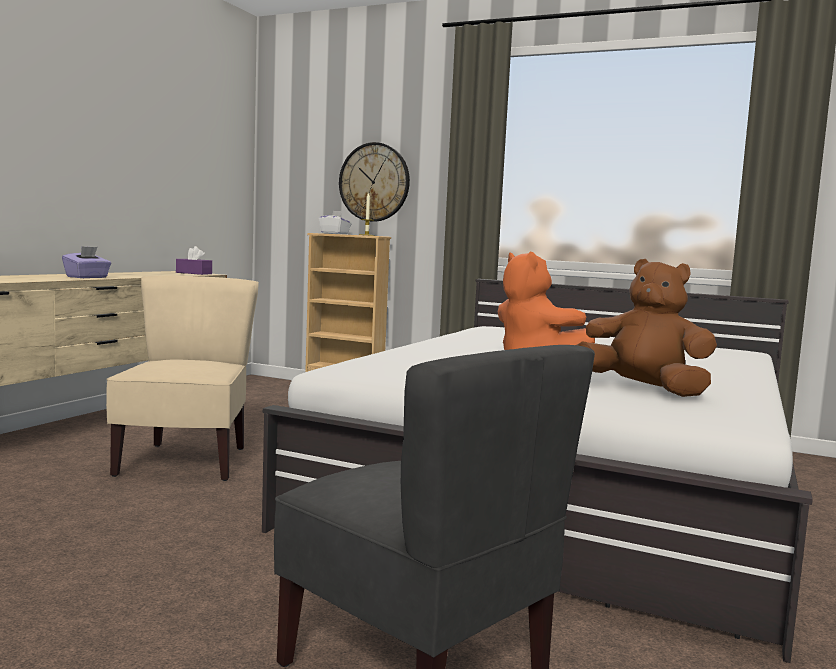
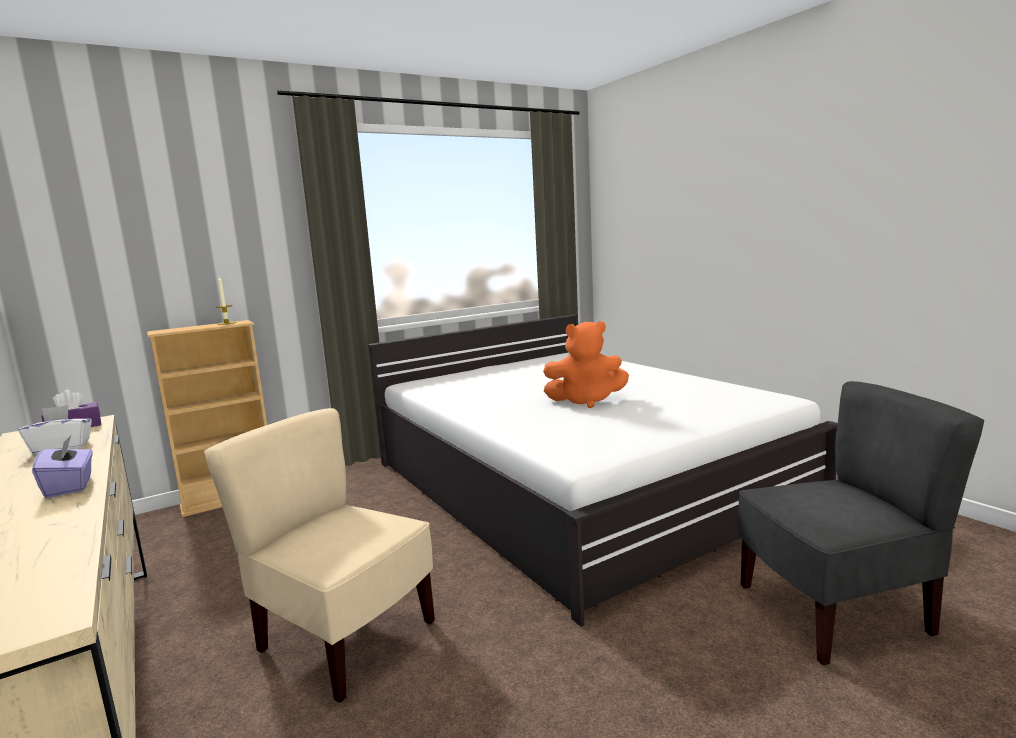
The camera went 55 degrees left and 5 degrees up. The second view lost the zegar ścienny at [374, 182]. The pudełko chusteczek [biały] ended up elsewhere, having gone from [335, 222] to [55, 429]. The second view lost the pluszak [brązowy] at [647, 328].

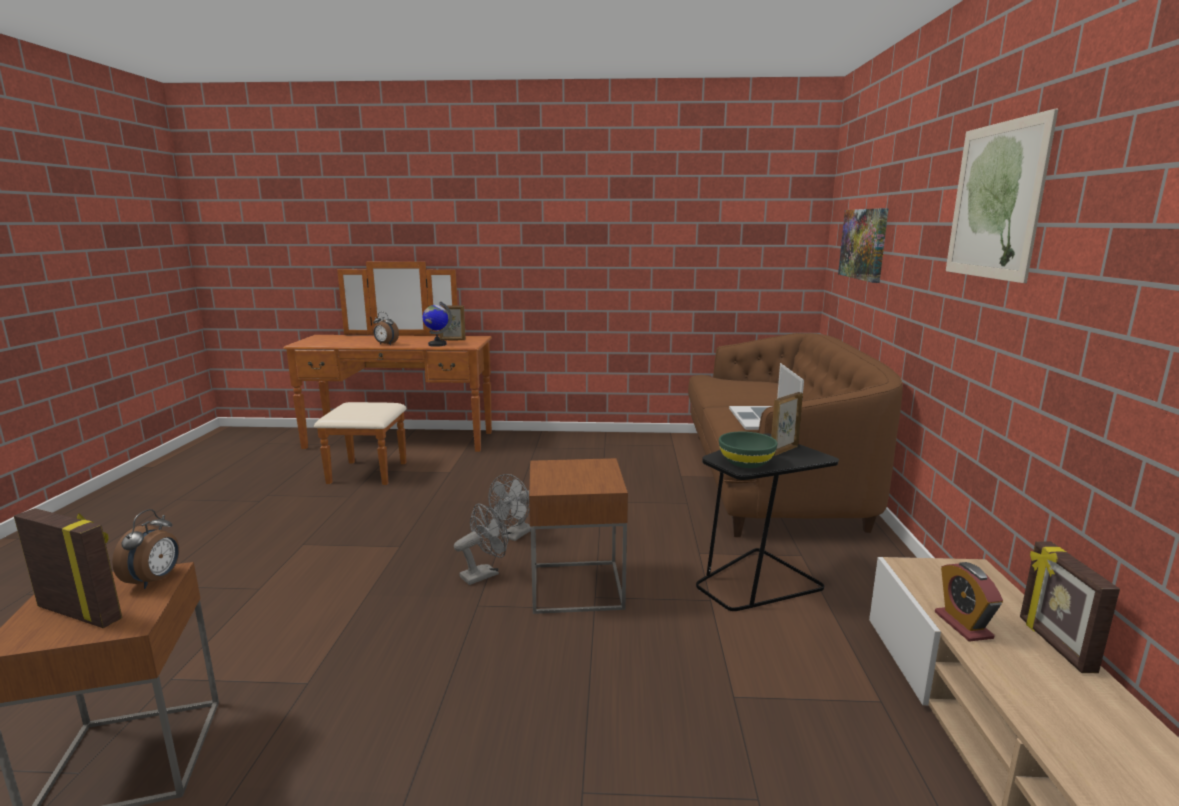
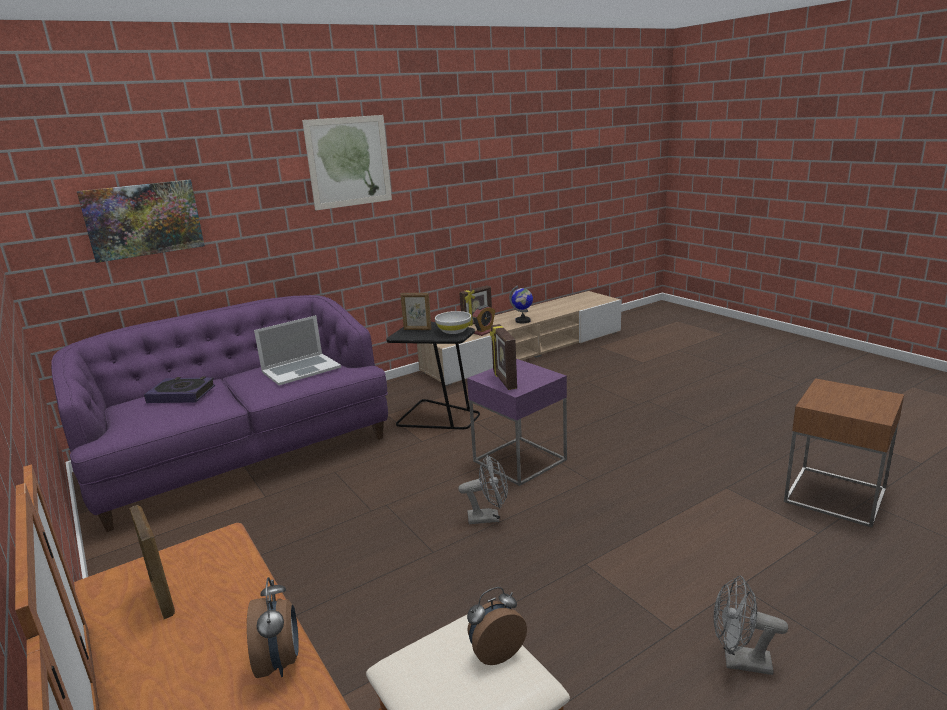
The camera went 125 degrees left and 5 degrees up. The globus ended up elsewhere, having gone from [437, 324] to [521, 304]. What was the kanapa [brązowy] at [795, 435] turned into the kanapa [fioletowy] at [219, 413]. What was the miska [zielony] at [748, 450] turned into the miska [biały] at [453, 322]. What was the stolik [brązowy] at [578, 536] turned into the stolik [fioletowy] at [517, 422]. The wentylator [szary] ended up elsewhere, having gone from [481, 544] to [751, 625]. The ramka na zdjęcie ended up elsewhere, having gone from [68, 568] to [503, 357]. The budzik ended up elsewhere, having gone from [145, 549] to [497, 626]. The second view gained the książka at [179, 389].

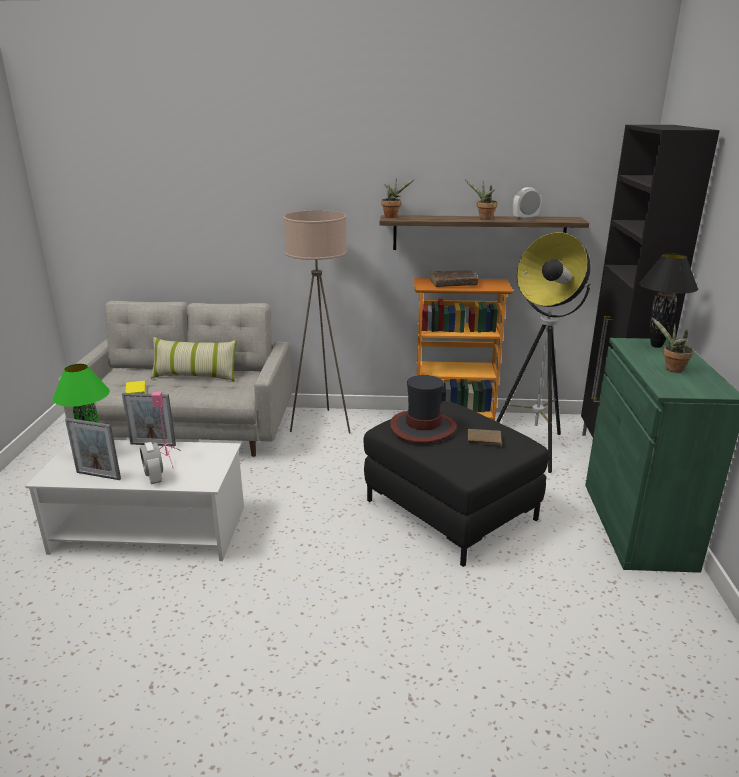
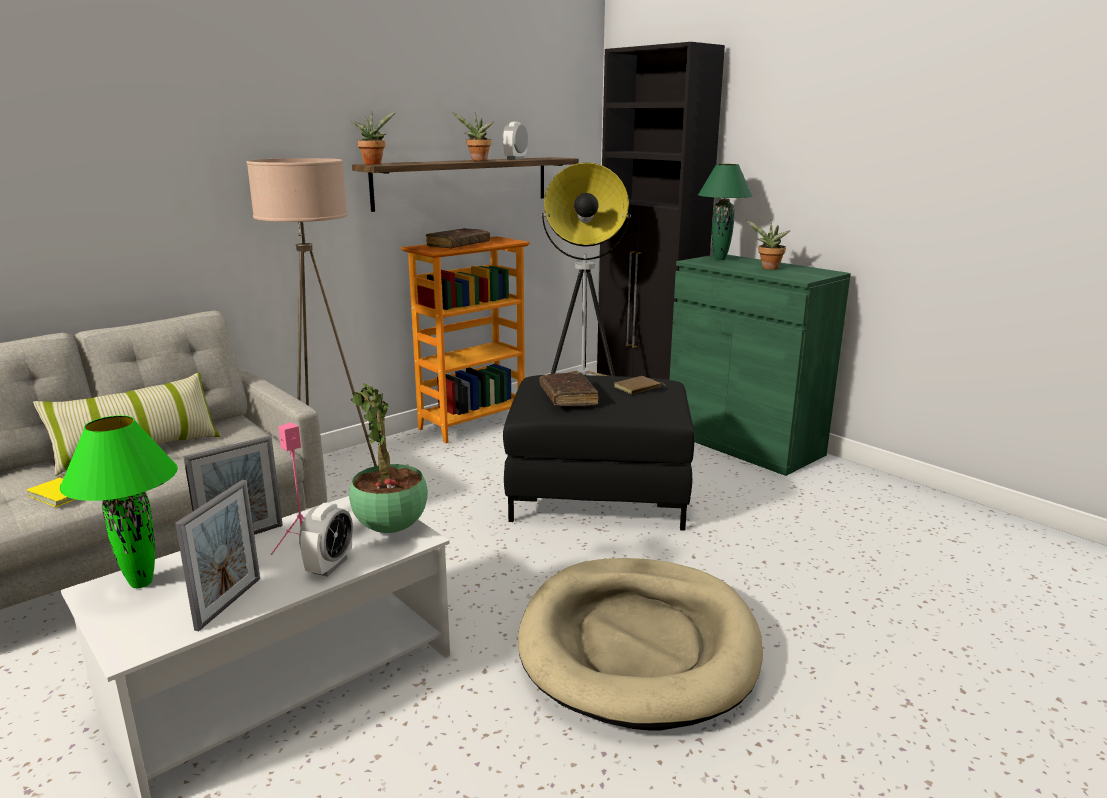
The camera went 45 degrees left and 5 degrees down. What was the lampa stołowa [czarny] at [668, 300] turned into the lampa stołowa [zielony] at [725, 212]. Where the kapelusz stood at [423, 409], the książka [brązowy] came to stand at [569, 389]. The ramka na zdjęcie at [93, 449] ended up facing another way, 45 degrees counterclockwise from before. The budzik at [151, 463] ended up facing another way, 90 degrees counterclockwise from before. The second view gained the roślina doniczkowa at [388, 458]. The second view gained the legowisko [beżowy] at [640, 644].

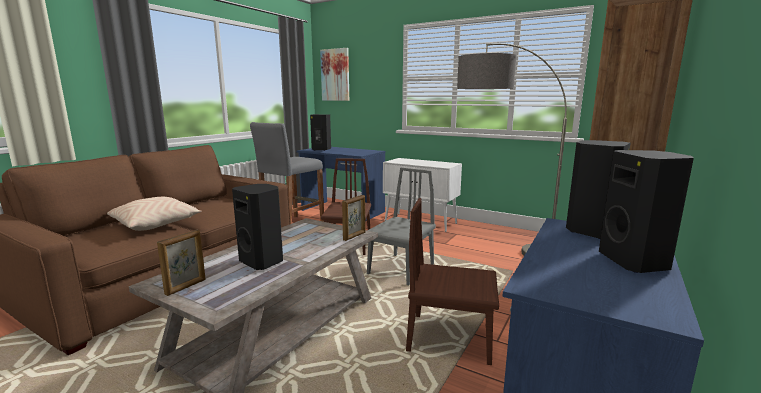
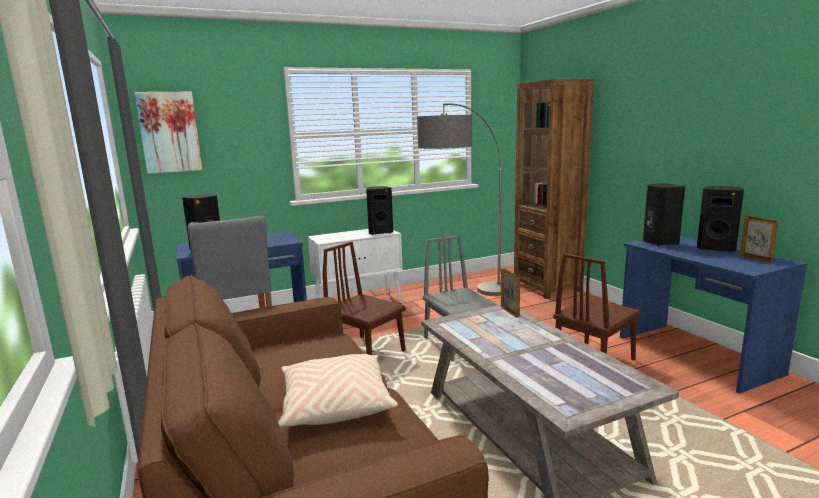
The camera went 55 degrees left and 0 degrees up. The głośnik [czarny] ended up elsewhere, having gone from [257, 227] to [379, 210]. The ramka na zdjęcie ended up elsewhere, having gone from [181, 263] to [759, 239].

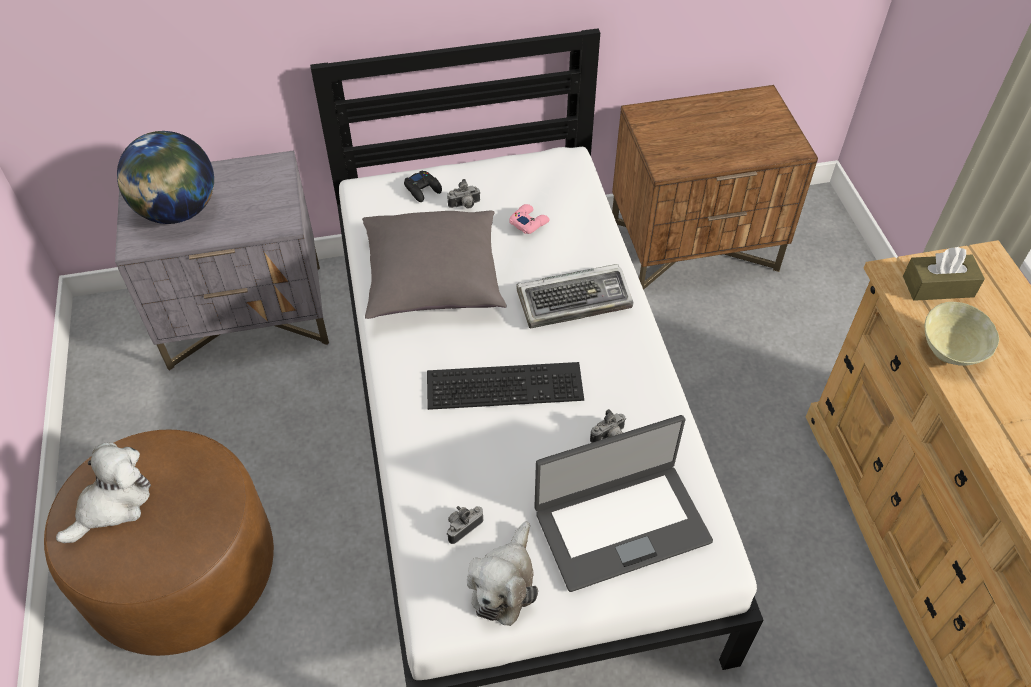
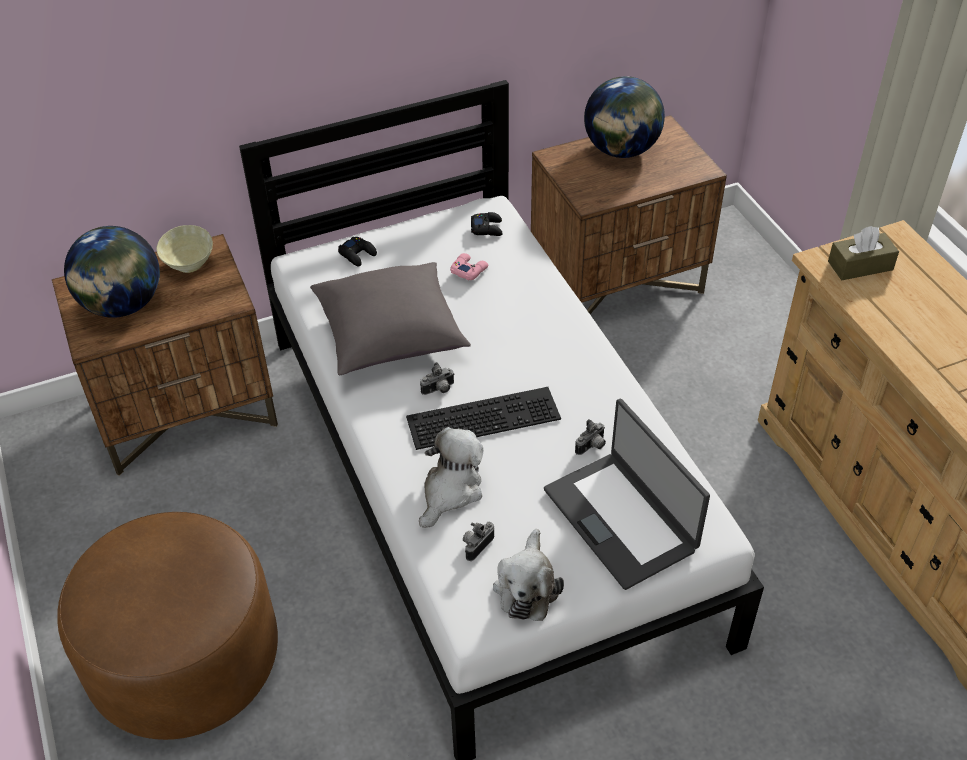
The camera went 10 degrees left and 5 degrees down. What was the szafka nocna [szary] at [222, 260] turned into the szafka nocna [brązowy] at [165, 355]. The aparat fotograficzny ended up elsewhere, having gone from [464, 193] to [437, 378]. The second view lost the klawiatura at [574, 296]. The miska [beżowy] ended up elsewhere, having gone from [962, 334] to [184, 249]. The laptop at [623, 503] ended up facing another way, 90 degrees clockwise from before. The pluszak ended up elsewhere, having gone from [103, 492] to [451, 477]. The second view gained the globus at [624, 117]. The second view gained the pad do gier [czarny] at [487, 224].

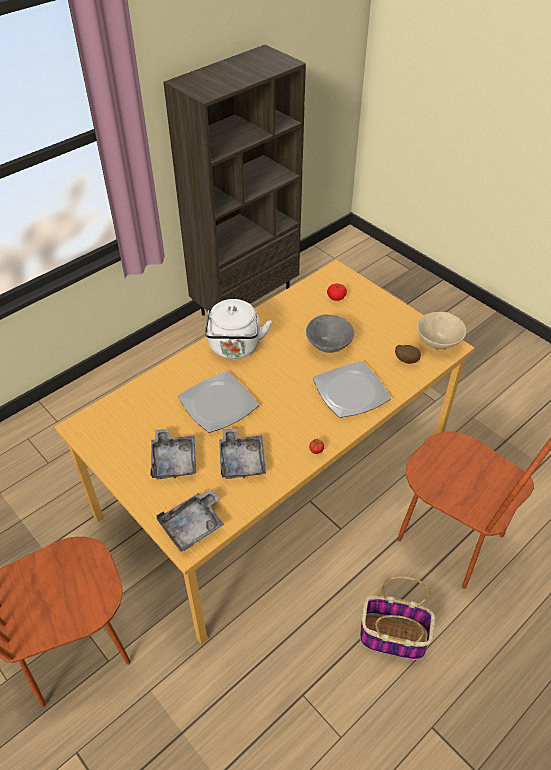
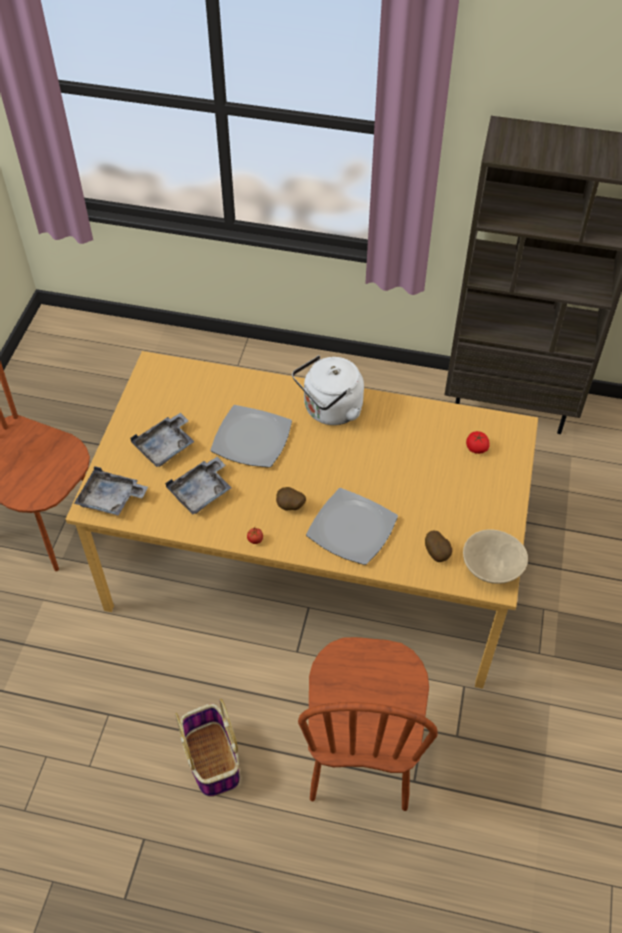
The camera went 55 degrees right and 5 degrees up. The second view lost the miska [szary] at [330, 334]. The second view gained the ziemniak at [291, 498].

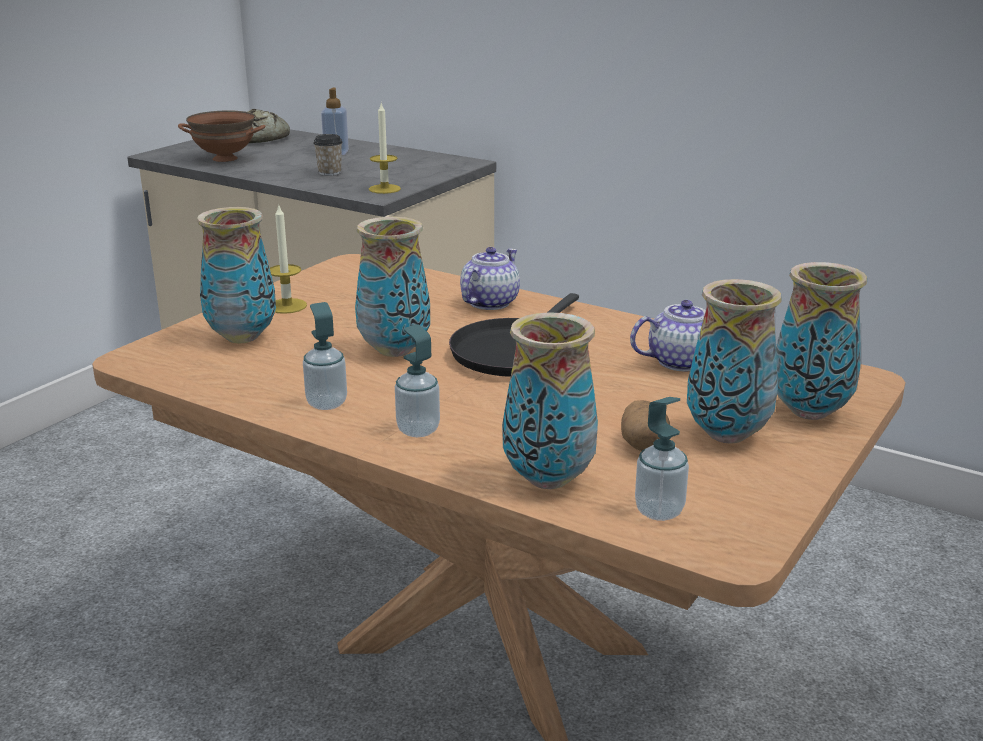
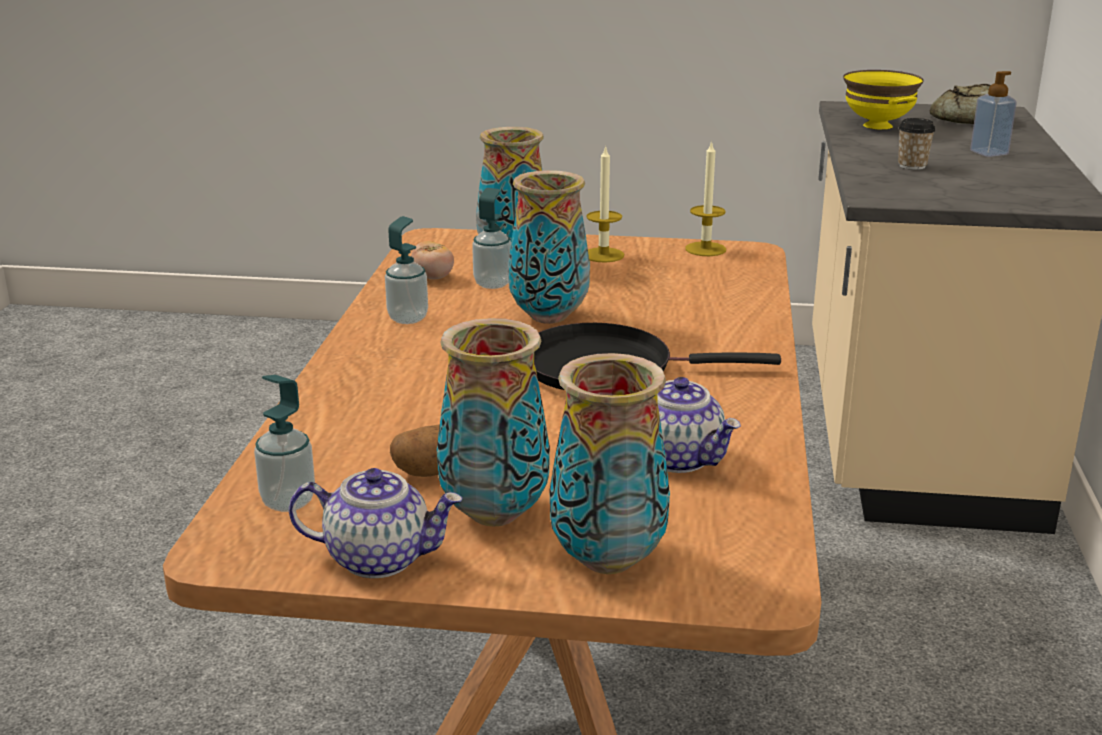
The camera went 65 degrees right and 0 degrees up. The świeca ended up elsewhere, having gone from [385, 148] to [705, 198]. What was the miska [brązowy] at [222, 136] turned into the miska [żółty] at [883, 100]. The imbryk ended up elsewhere, having gone from [490, 278] to [376, 523]. The second view lost the wazon at [550, 400]. The dozownik mydła ended up elsewhere, having gone from [417, 380] to [491, 238]. The second view gained the pomidor at [432, 260].

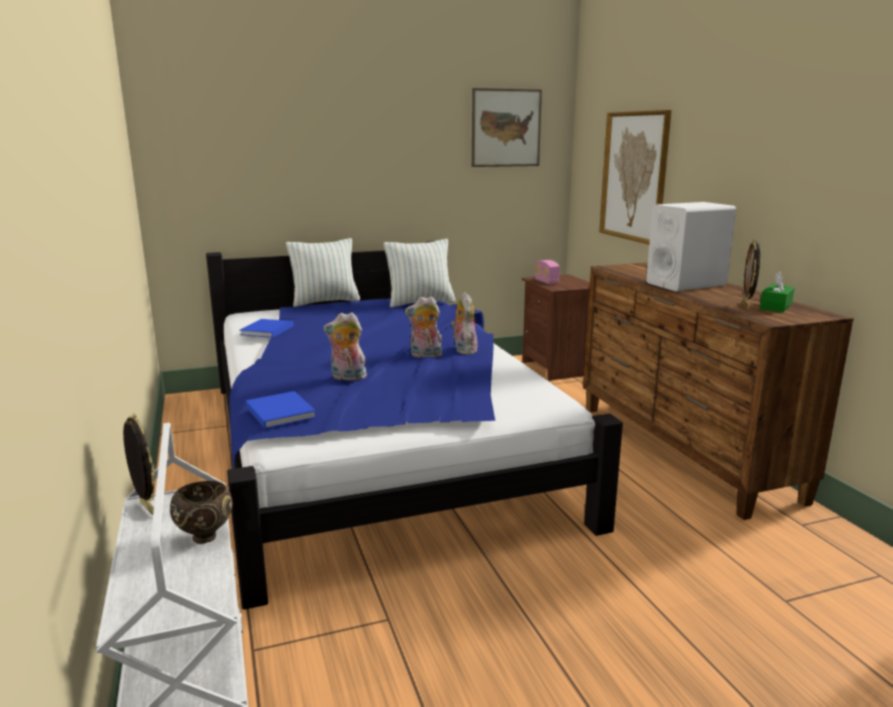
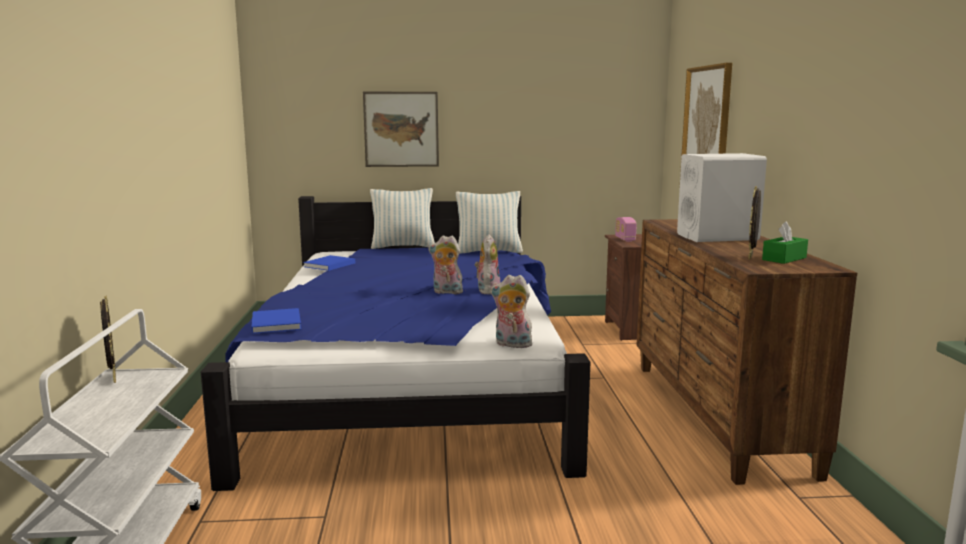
The camera went 15 degrees right and 5 degrees down. The obraz ended up elsewhere, having gone from [507, 127] to [401, 129]. The pluszak ended up elsewhere, having gone from [345, 346] to [511, 311]. The second view lost the miska [brązowy] at [201, 512].

